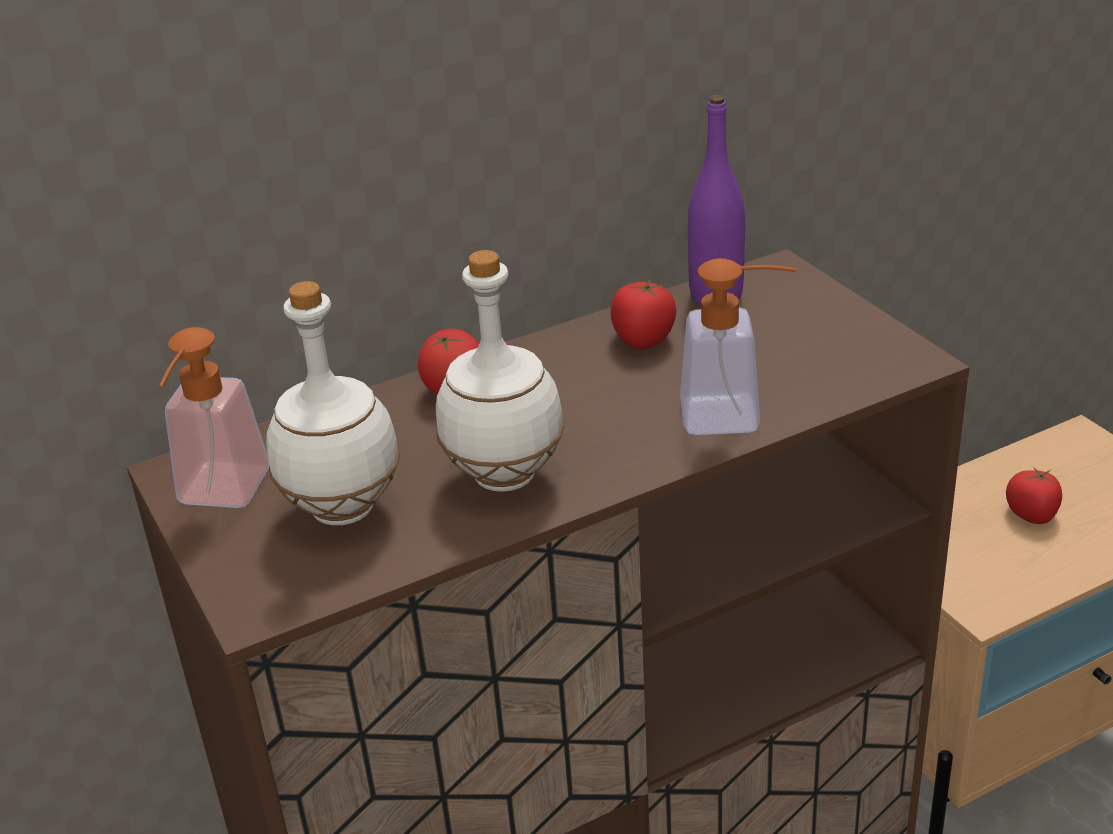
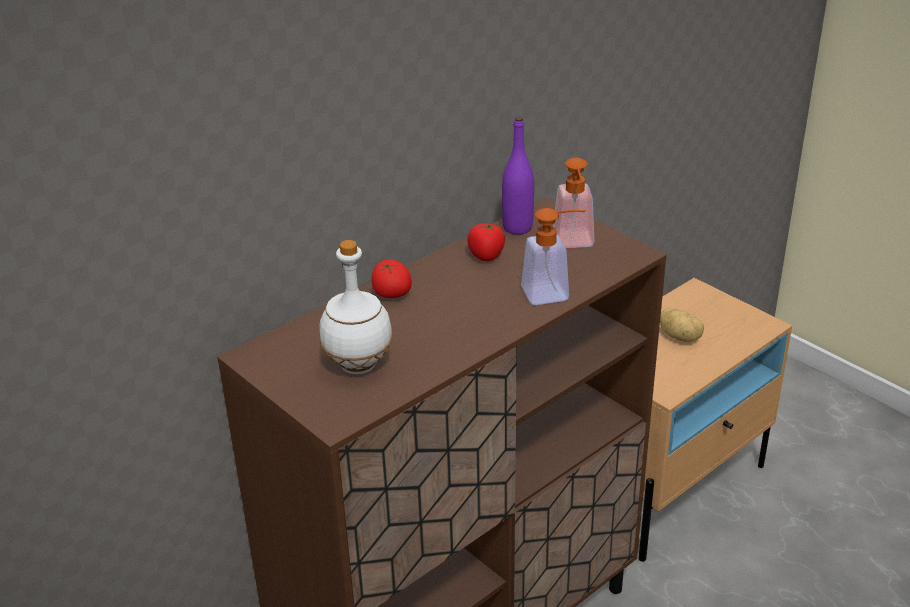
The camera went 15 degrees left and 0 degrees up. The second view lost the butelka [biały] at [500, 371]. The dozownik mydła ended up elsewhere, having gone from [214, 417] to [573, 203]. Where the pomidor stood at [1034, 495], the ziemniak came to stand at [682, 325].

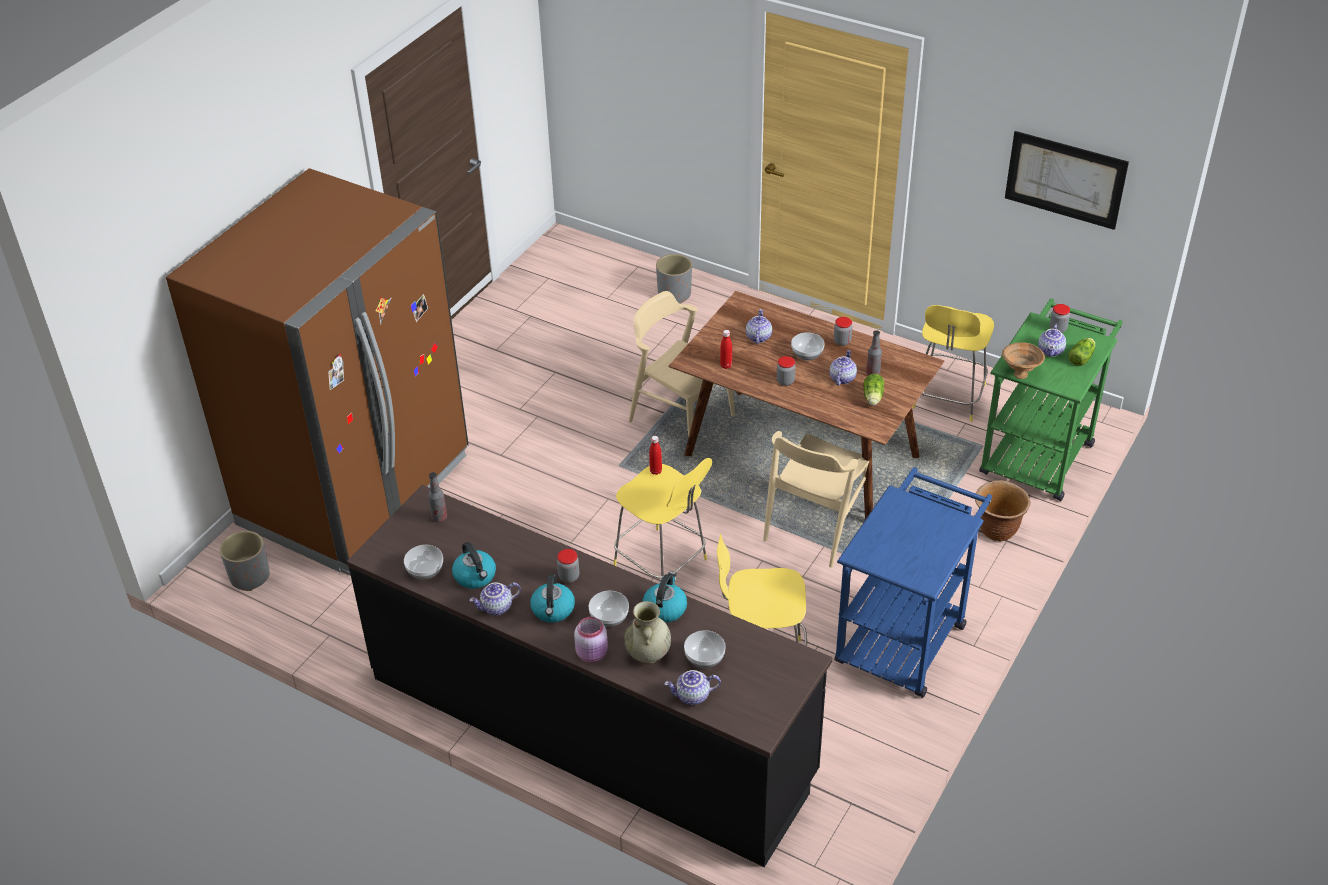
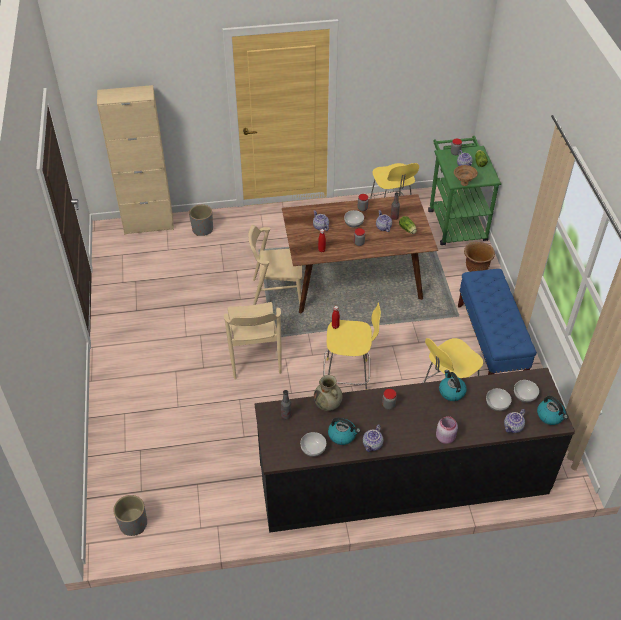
The camera went 40 degrees left and 5 degrees up. The second view lost the obraz at [1067, 180]. The second view lost the lodówka [brązowy] at [317, 371]. The krzesło [beżowy] ended up elsewhere, having gone from [816, 499] to [252, 340]. Where the wózek [niebieski] stood at [913, 582], the ławka [niebieski] came to stand at [497, 322]. The czajnik ended up elsewhere, having gone from [552, 598] to [552, 410]. The miska ended up elsewhere, having gone from [608, 609] to [526, 391]. The wazon [beżowy] ended up elsewhere, having gone from [647, 632] to [328, 393]. The second view gained the szafka [beżowy] at [135, 160].

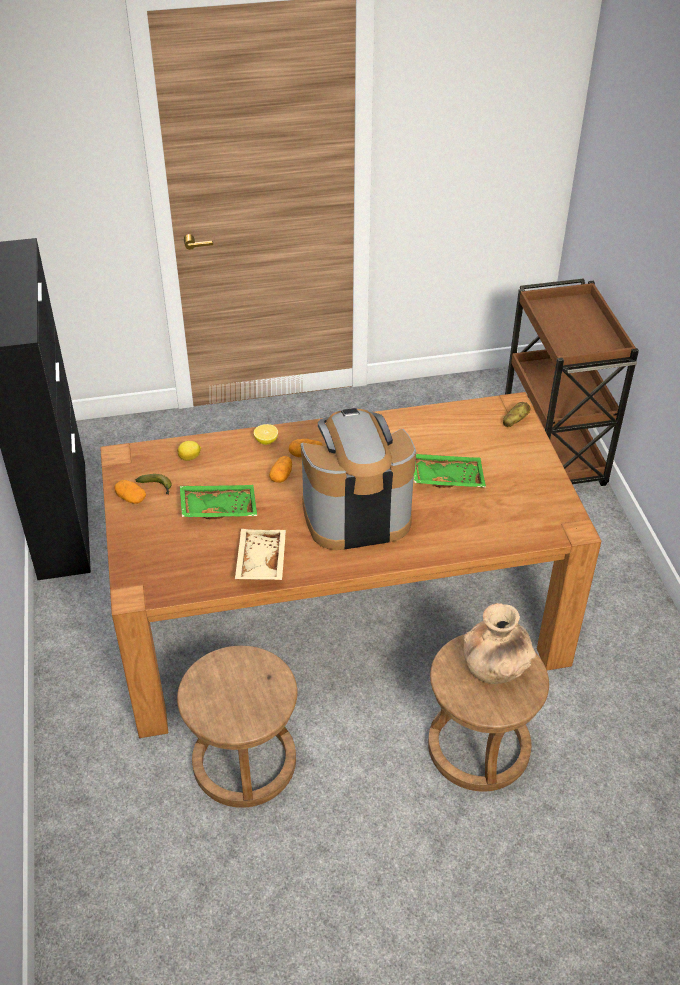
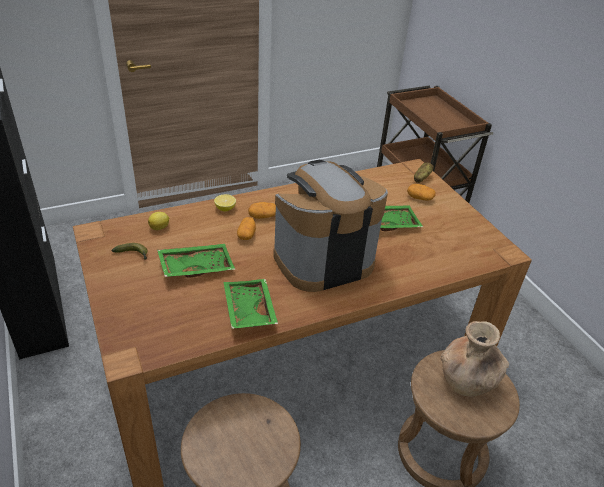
The camera went 15 degrees left and 5 degrees down. The ziemniak ended up elsewhere, having gone from [130, 492] to [421, 192]. What was the taca [beżowy] at [260, 554] turned into the taca [zielony] at [251, 304].

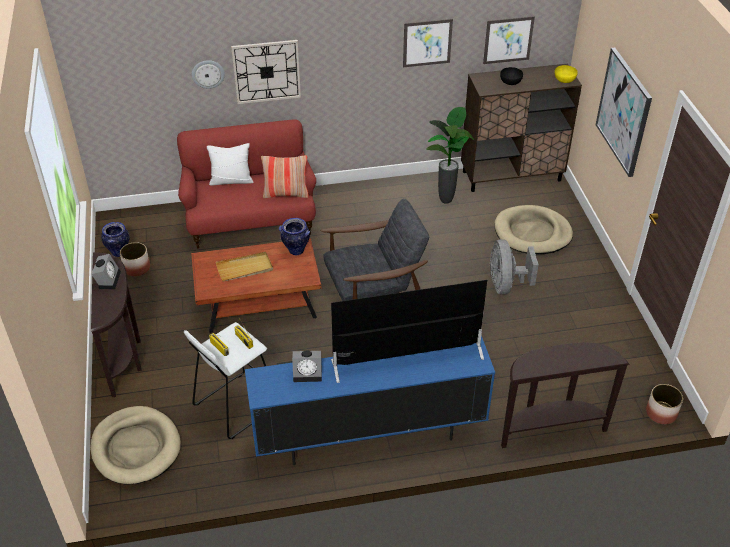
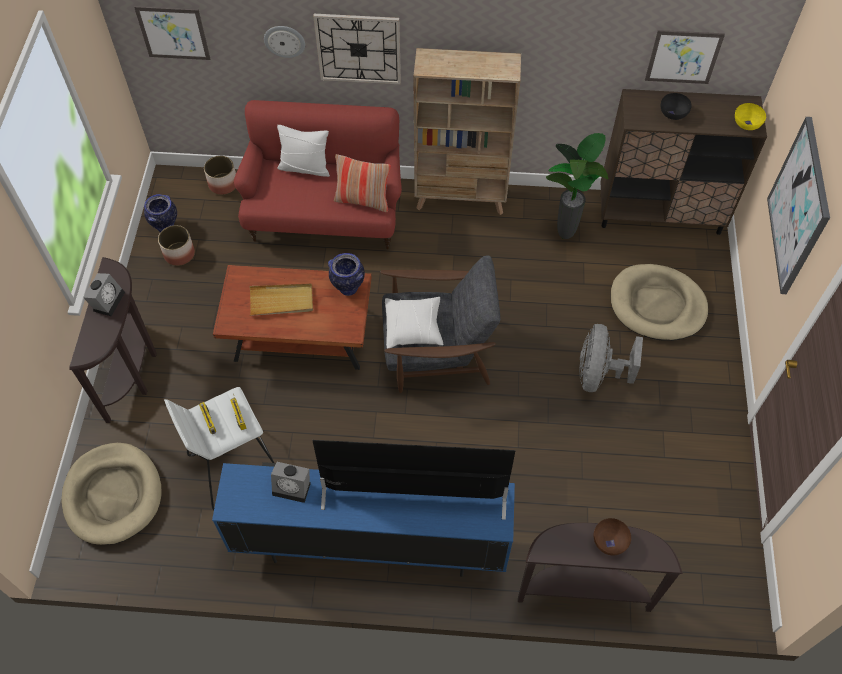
The camera went 15 degrees right and 15 degrees up. The obraz ended up elsewhere, having gone from [428, 43] to [172, 33]. The donica ended up elsewhere, having gone from [664, 404] to [220, 175]. The second view gained the regał [beżowy] at [467, 131]. The second view gained the poduszka [biały] at [414, 323]. The second view gained the miska [brązowy] at [612, 536].

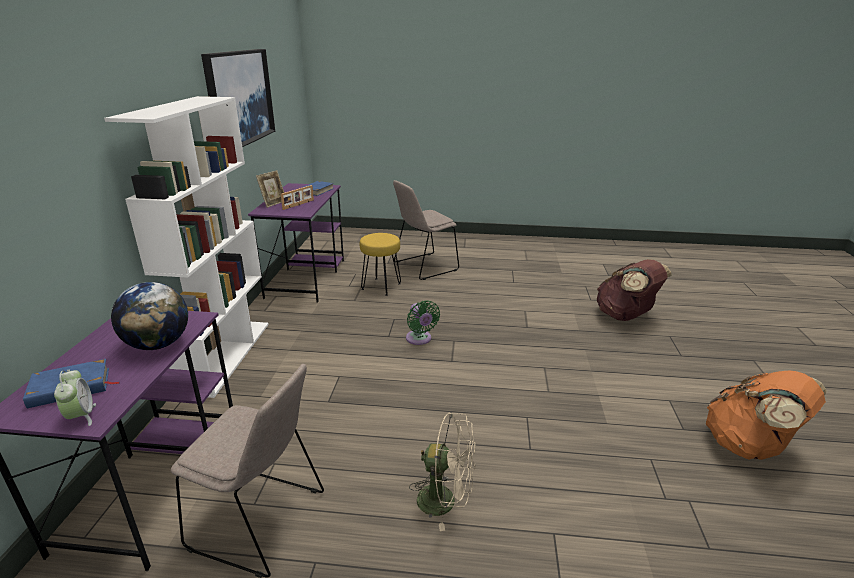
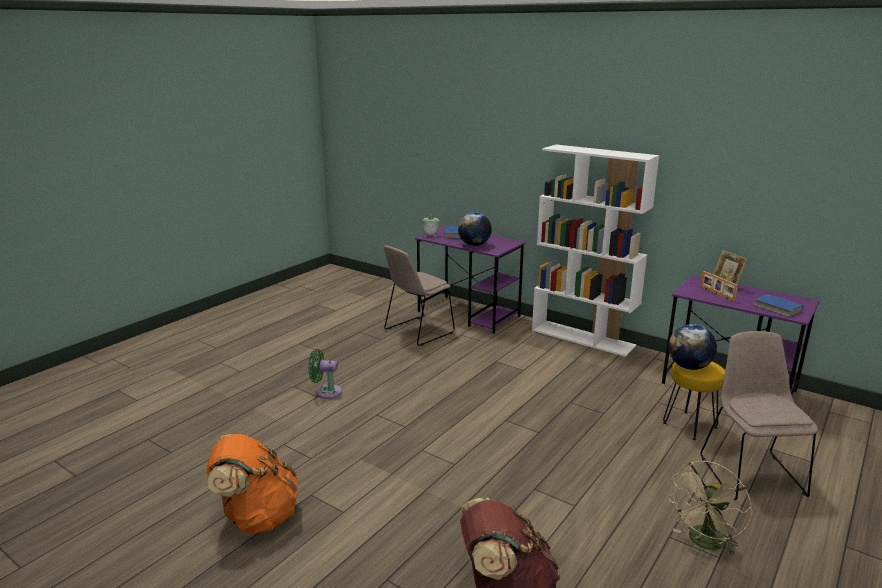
The camera went 120 degrees right and 5 degrees down. The second view lost the obraz at [238, 98]. The wentylator [zielony] ended up elsewhere, having gone from [423, 322] to [325, 374]. The wentylator [beżowy] ended up elsewhere, having gone from [442, 471] to [709, 508]. The second view gained the globus at [692, 347].

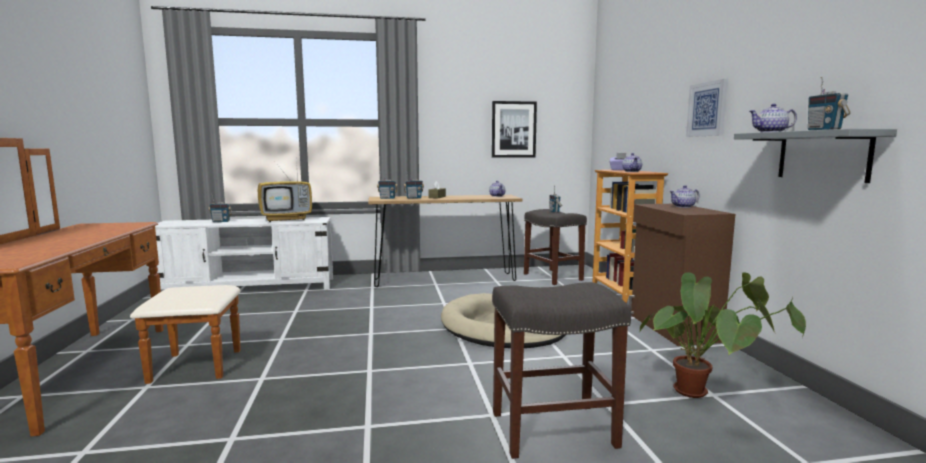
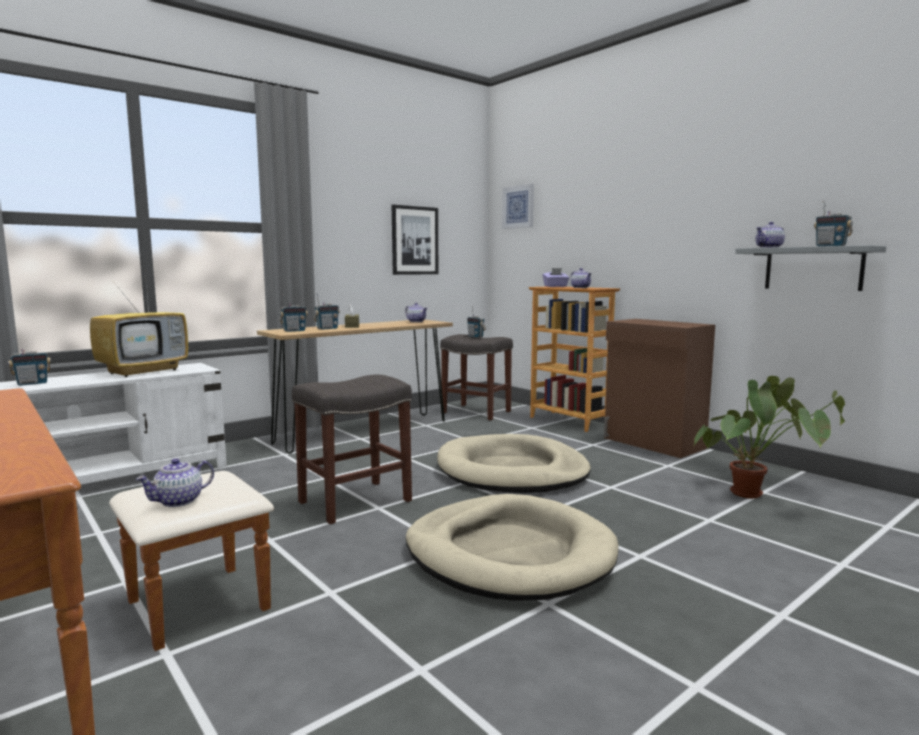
The camera went 30 degrees left and 0 degrees up. The obraz ended up elsewhere, having gone from [707, 108] to [518, 206]. The imbryk ended up elsewhere, having gone from [684, 196] to [175, 482]. The stołek [szary] ended up elsewhere, having gone from [561, 370] to [352, 449]. The second view gained the legowisko [beżowy] at [512, 547].

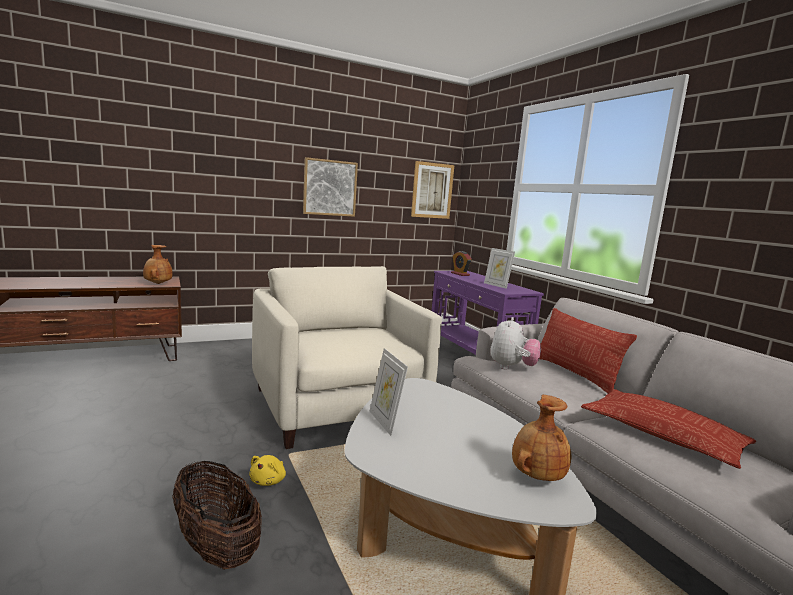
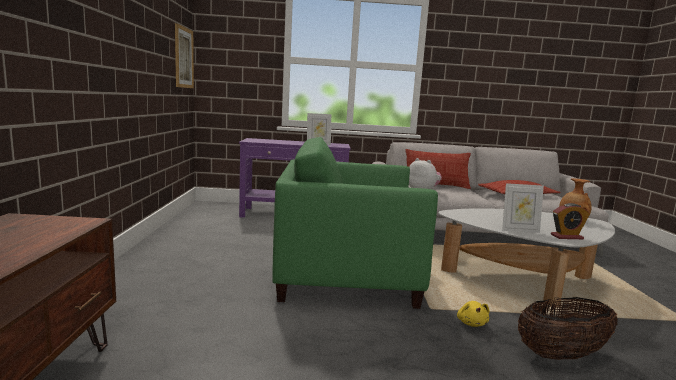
The camera went 65 degrees left and 0 degrees up. The second view lost the obraz at [330, 187]. The second view lost the wazon [brązowy] at [158, 264]. The budzik ended up elsewhere, having gone from [461, 263] to [570, 221]. What was the fotel [beżowy] at [347, 357] turned into the fotel [zielony] at [355, 223]. The pluszak [żółty] at [267, 470] ended up facing another way, 45 degrees clockwise from before.

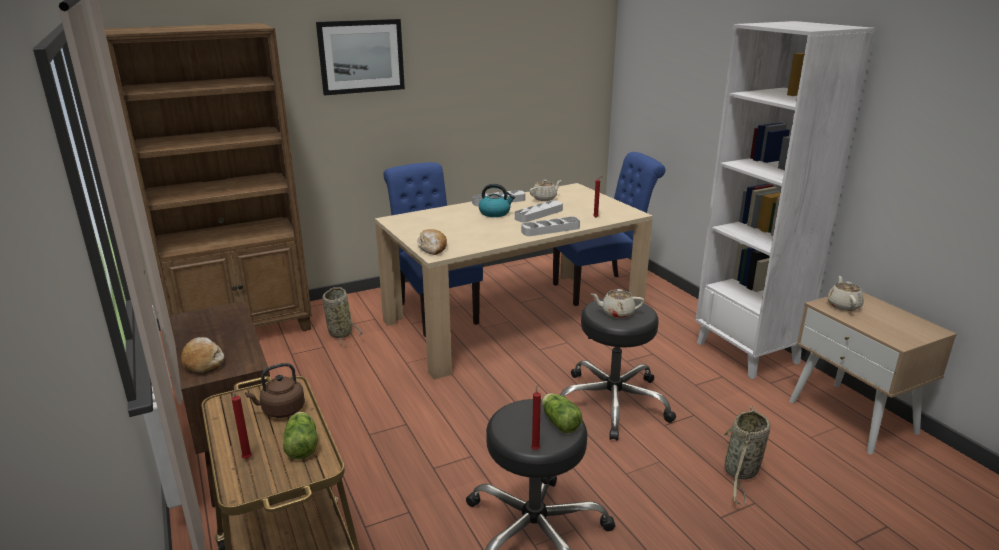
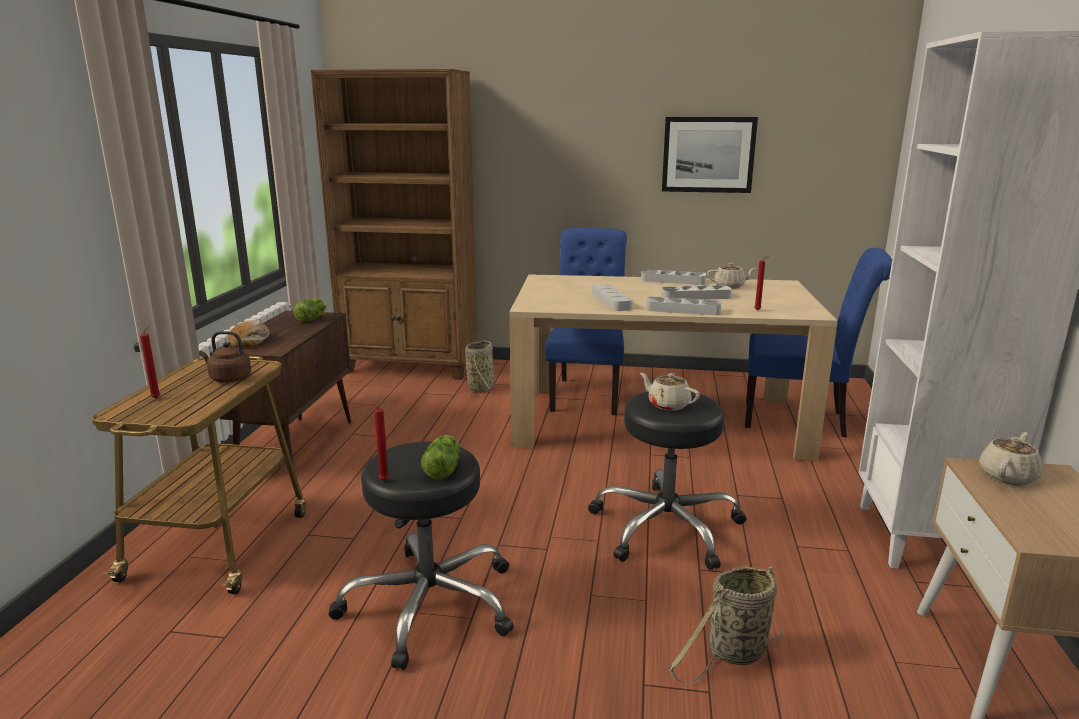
The camera went 35 degrees right and 5 degrees down. The obraz ended up elsewhere, having gone from [360, 57] to [710, 155]. The second view lost the czajnik at [497, 200]. The second view lost the chleb at [432, 242]. The sałata ended up elsewhere, having gone from [300, 436] to [310, 310]. The second view gained the taca [szary] at [612, 297].

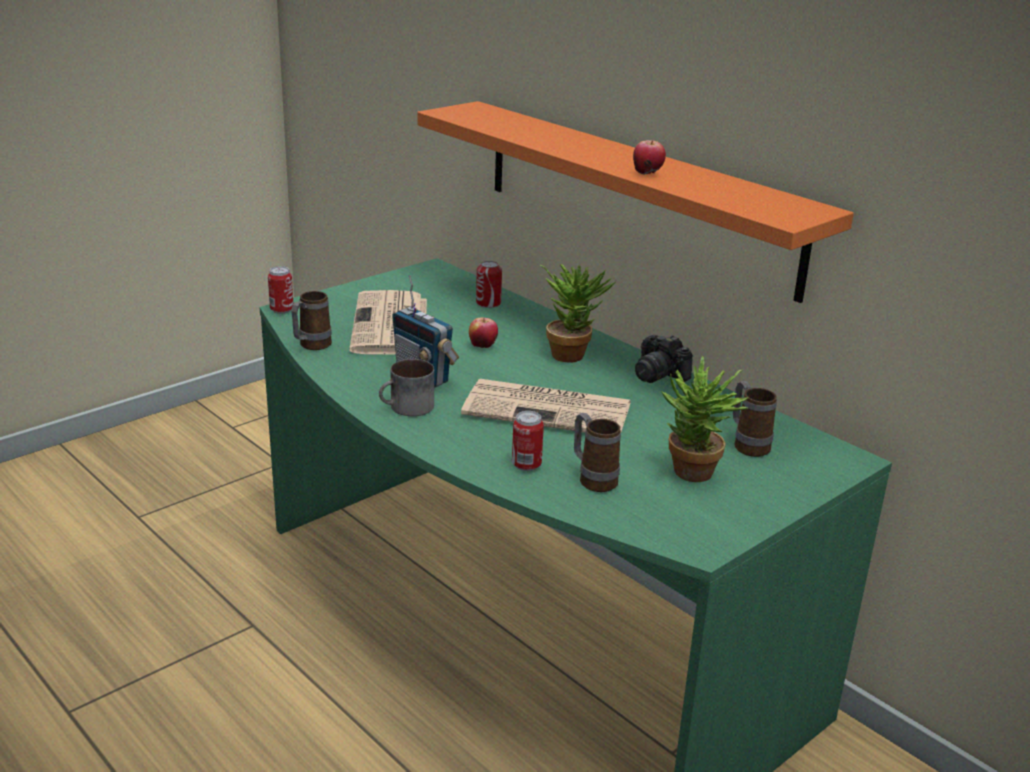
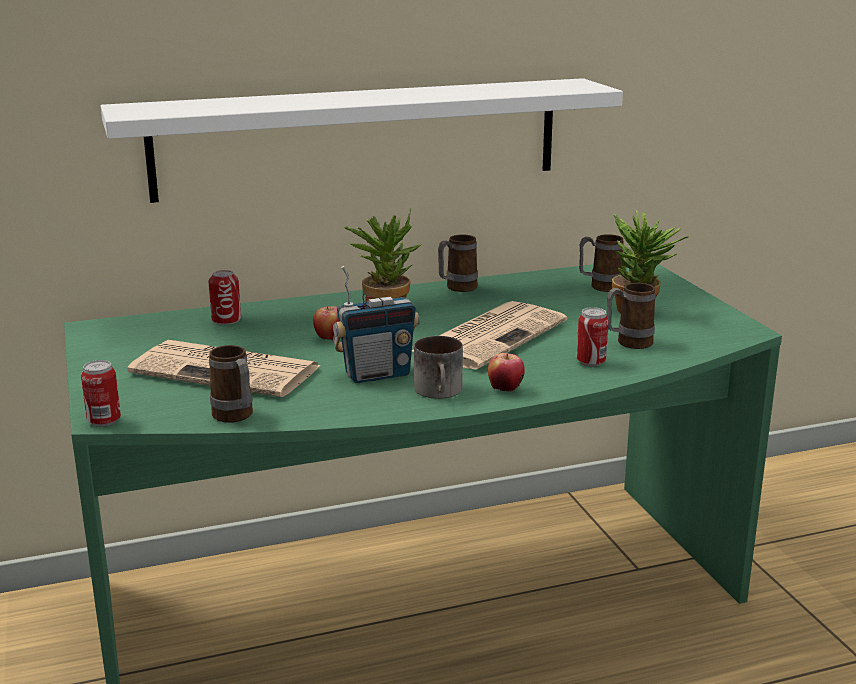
The camera went 65 degrees left and 5 degrees down. What was the półka [pomarańczowy] at [635, 202] turned into the półka [biały] at [362, 140]. The jabłko ended up elsewhere, having gone from [649, 157] to [506, 372]. Where the aparat fotograficzny stood at [664, 359], the kubek came to stand at [458, 263].

